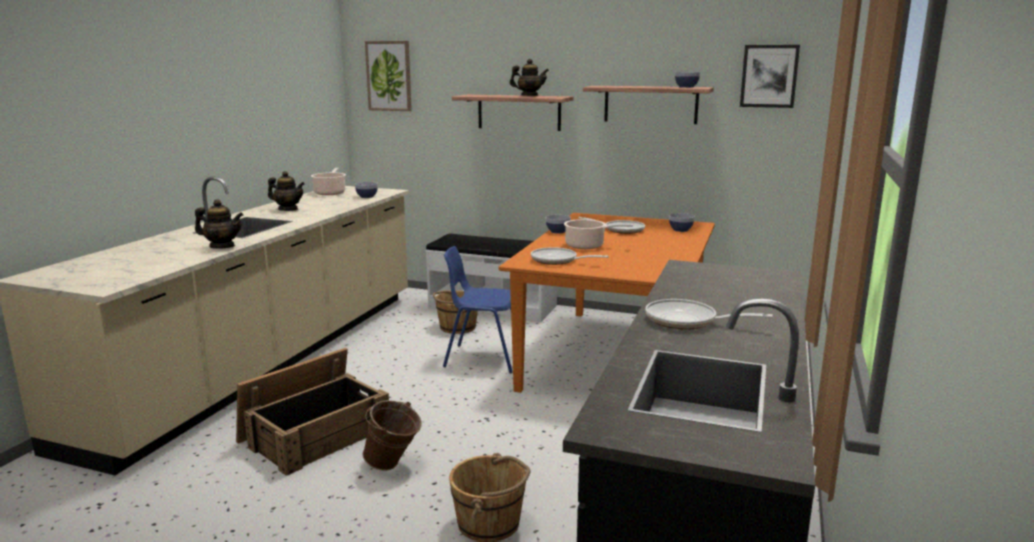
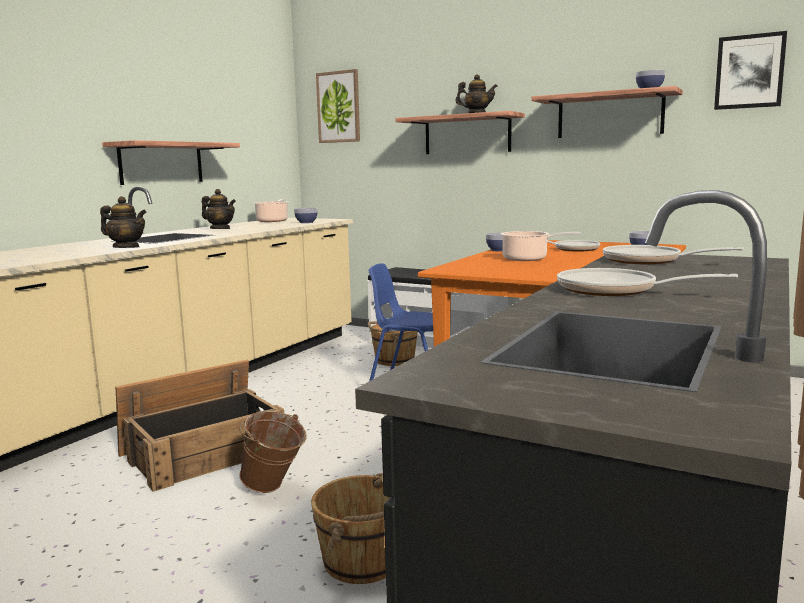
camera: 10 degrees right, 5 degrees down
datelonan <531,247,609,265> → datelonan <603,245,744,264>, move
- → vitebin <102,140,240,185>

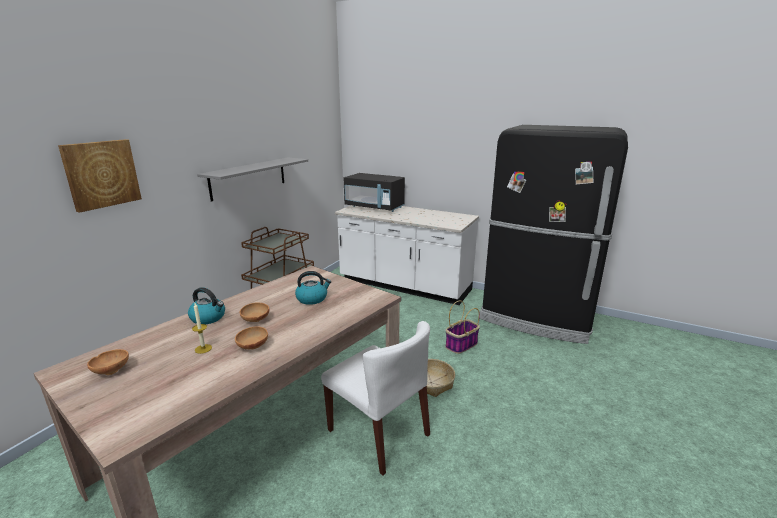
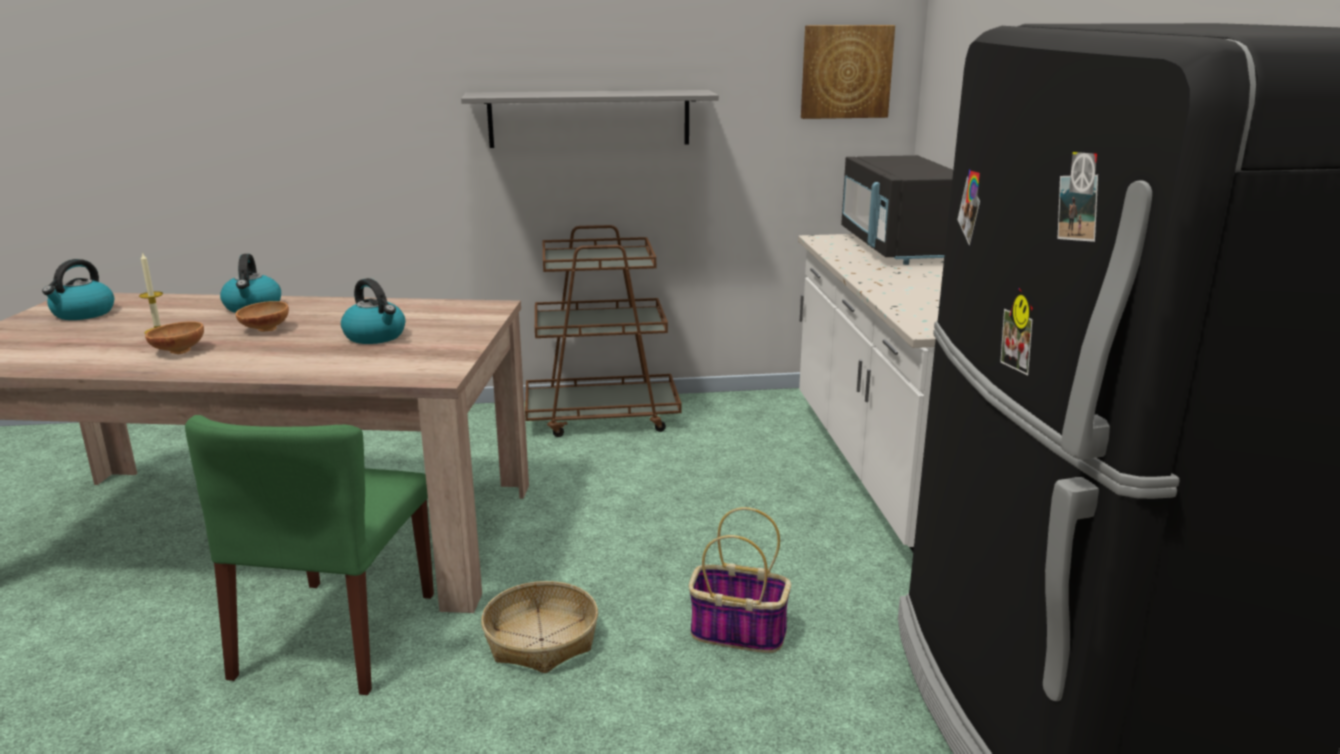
camera: 55 degrees right, 0 degrees up
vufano <58,139,142,213> → vufano <801,25,895,119>, move
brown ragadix <87,349,129,375> → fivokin <42,259,114,320>
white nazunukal <321,321,430,476> → green nazunukal <185,415,434,695>

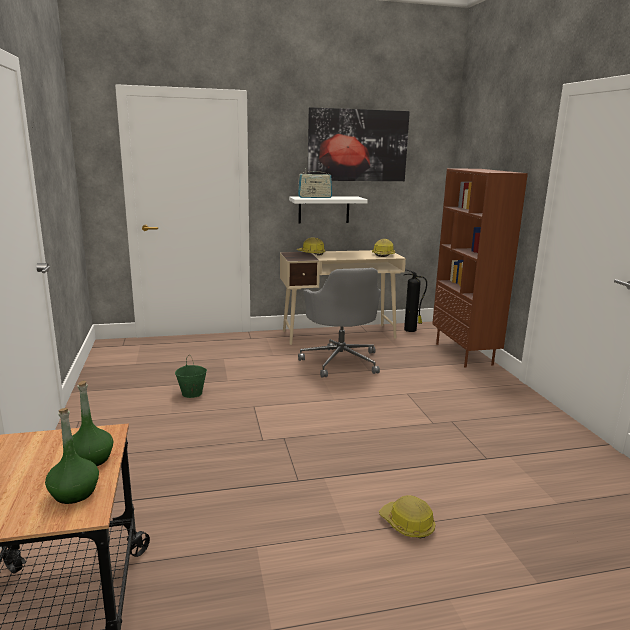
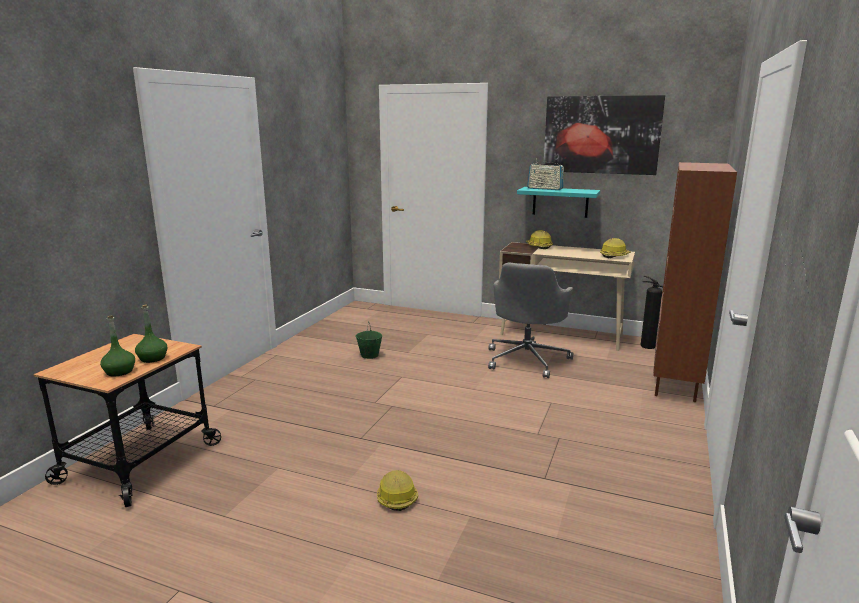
camera: 35 degrees right, 0 degrees up
white vitebin <289,197,368,223> → turquoise vitebin <517,187,600,218>

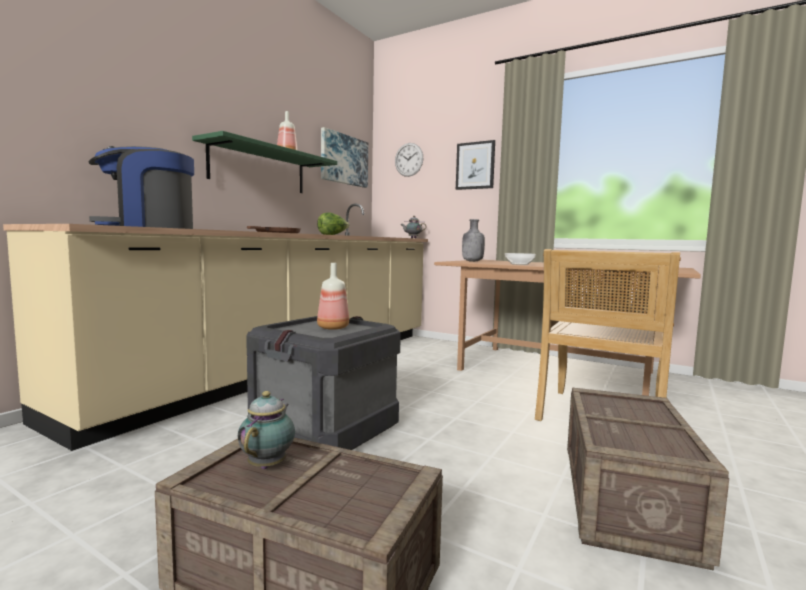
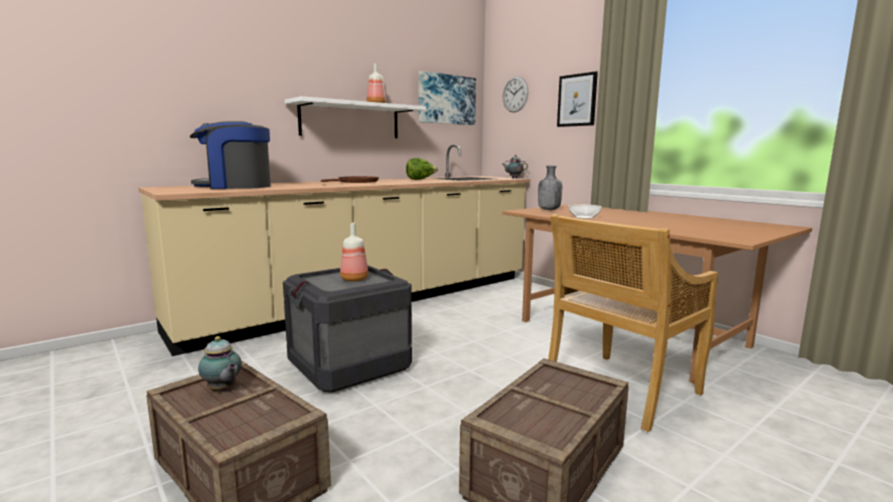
camera: 20 degrees right, 5 degrees up
green vitebin <192,131,337,193> → white vitebin <285,96,426,138>
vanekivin <238,391,295,469> → vanekivin <198,336,242,390>, 105 degrees clockwise

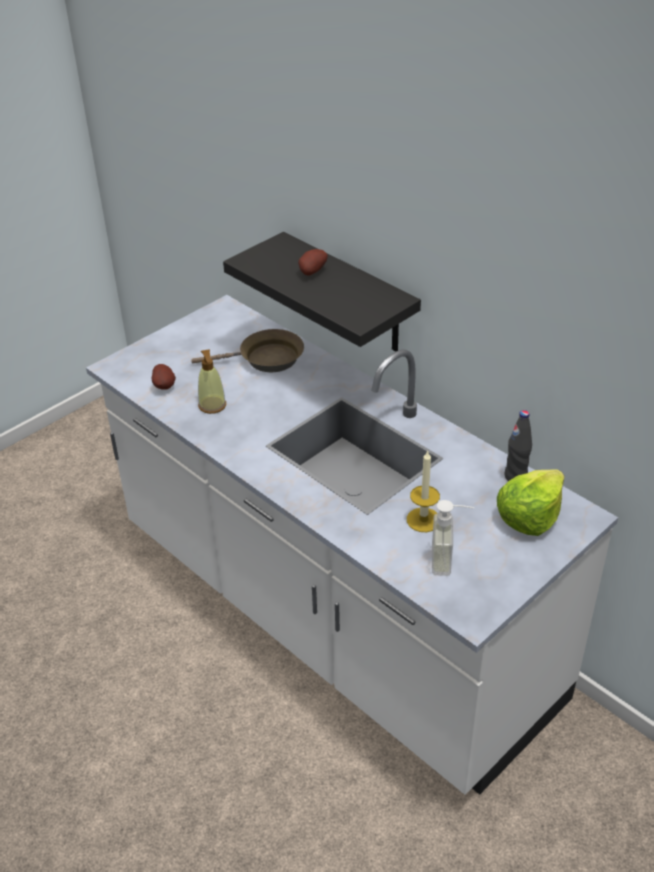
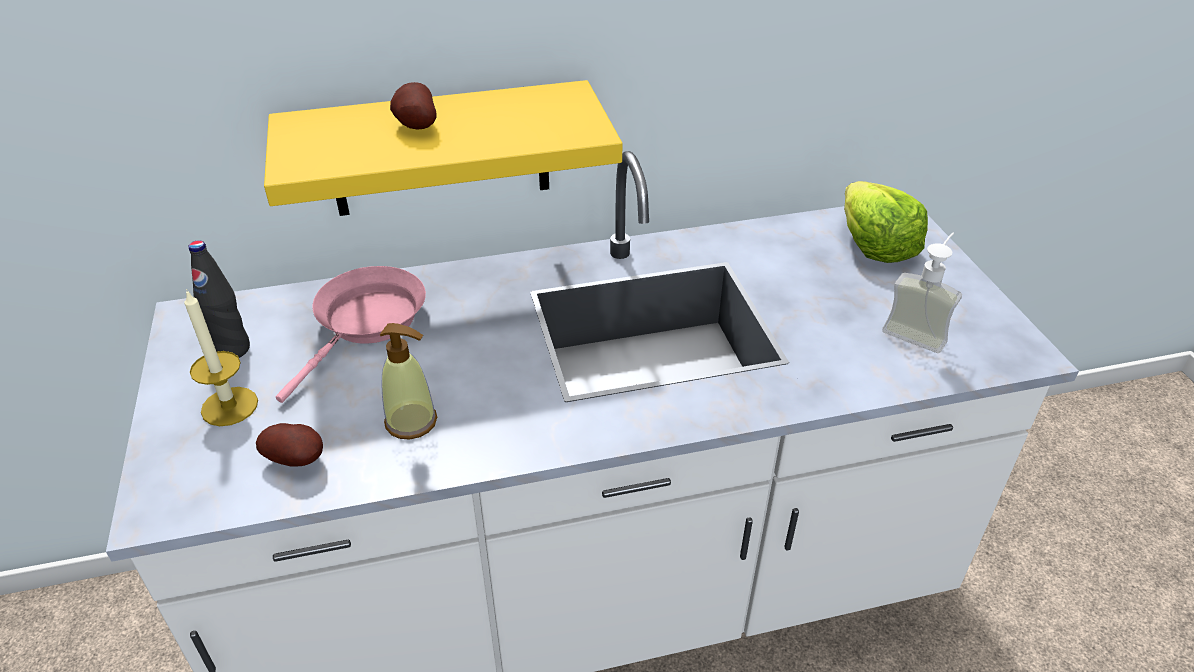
camera: 60 degrees left, 0 degrees up
brown datelonan <191,329,304,372> → pink datelonan <276,266,426,403>
black vitebin <223,232,421,351> → yellow vitebin <264,80,623,216>
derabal <407,451,440,532> → derabal <184,289,258,426>, move
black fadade <504,410,532,481> → black fadade <188,240,250,358>, move

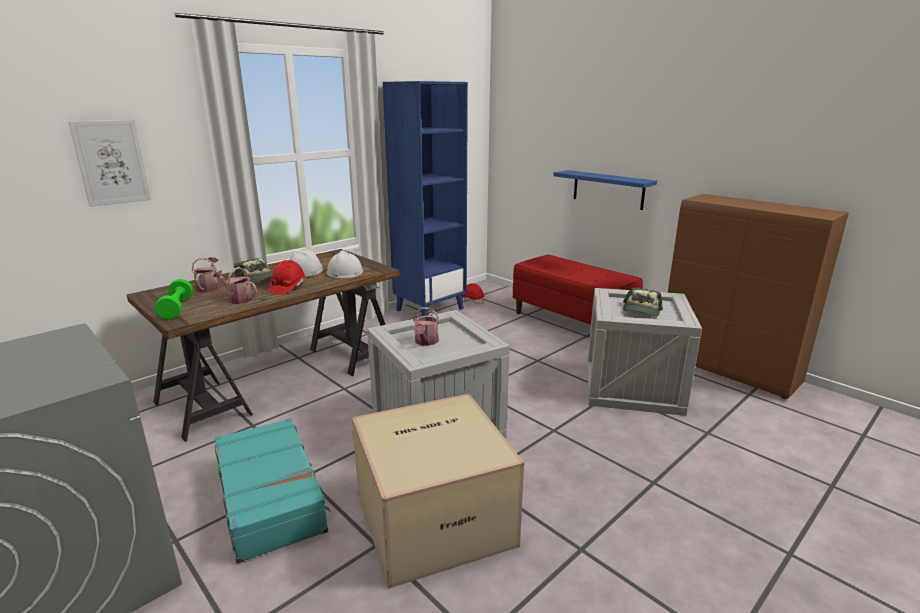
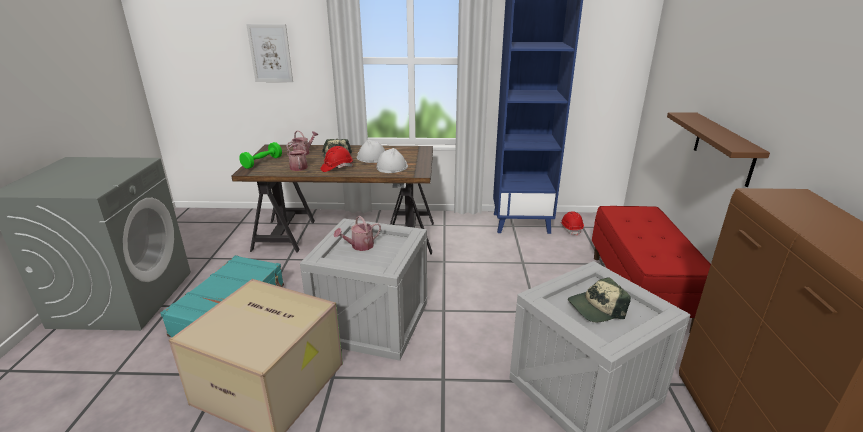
camera: 45 degrees right, 5 degrees up
blue vitebin <553,170,657,210> → brown vitebin <667,112,770,187>

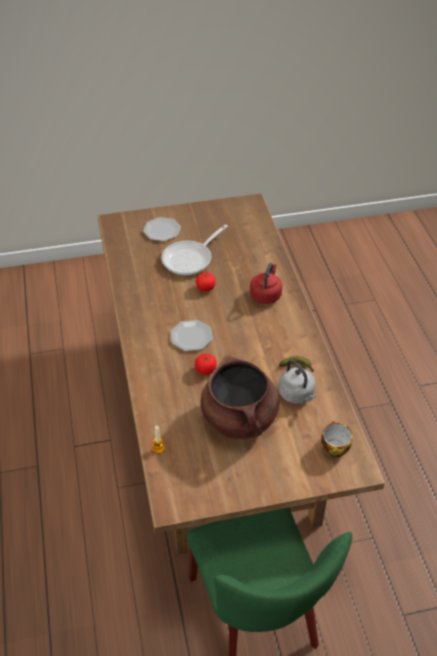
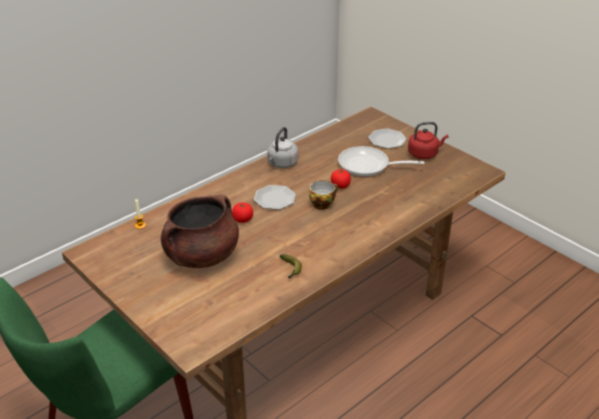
camera: 60 degrees right, 10 degrees down
red fivokin <250,263,282,304> → red fivokin <408,122,449,159>, move
grey fivokin <279,360,316,404> → grey fivokin <267,127,298,168>, move
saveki <321,421,352,457> → saveki <309,180,338,210>, move

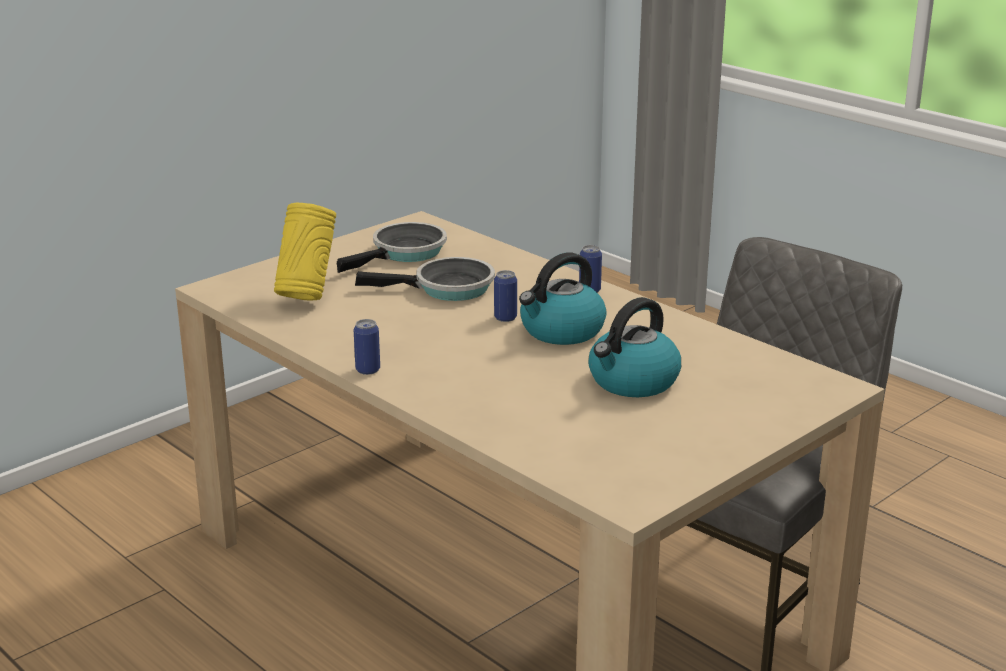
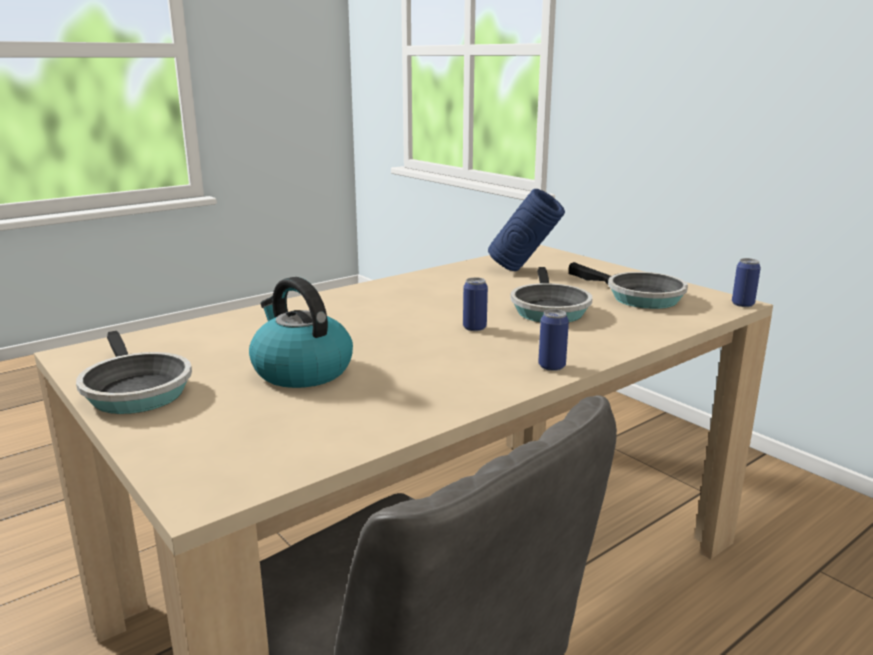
camera: 95 degrees right, 5 degrees down
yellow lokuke <274,203,336,301> → blue lokuke <488,189,565,271>
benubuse <354,319,380,375> → benubuse <732,258,761,307>, move
fivokin <519,252,607,345> → -
- → datelonan <76,331,192,414>

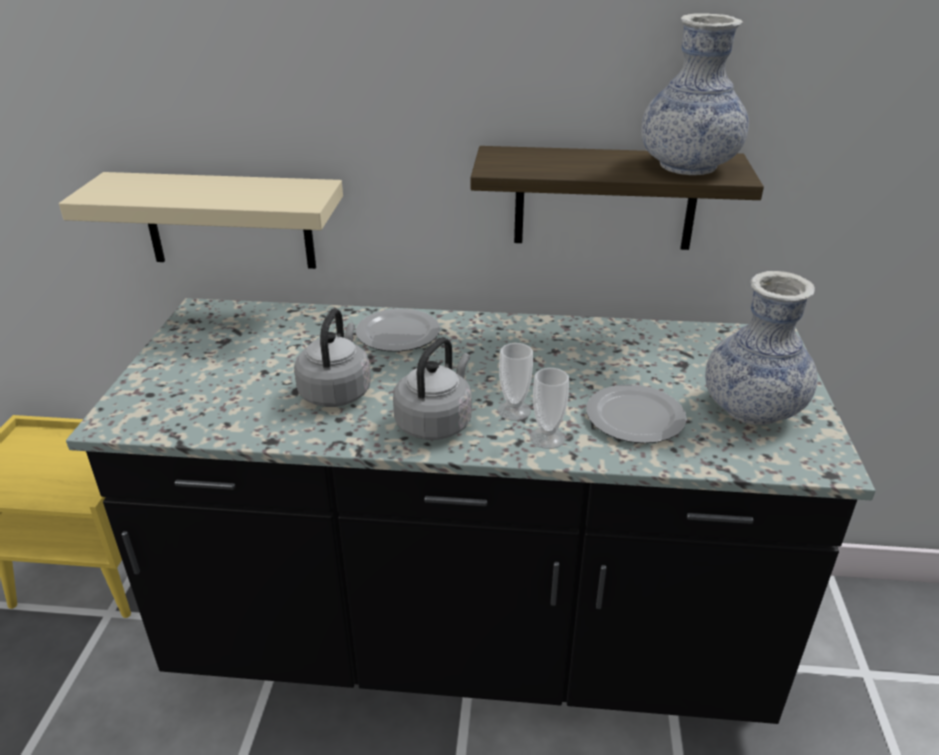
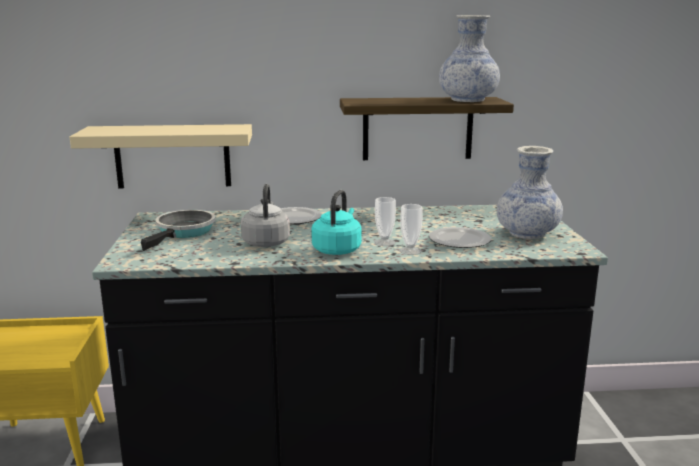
camera: 10 degrees left, 15 degrees down
grey fivokin <393,337,472,440> → turquoise fivokin <311,190,362,255>
- → datelonan <141,210,216,251>

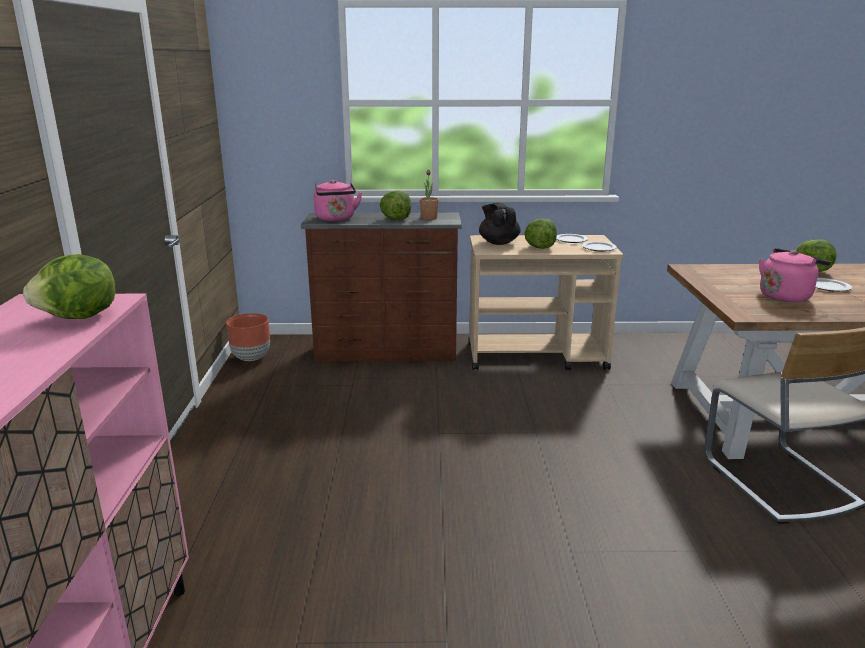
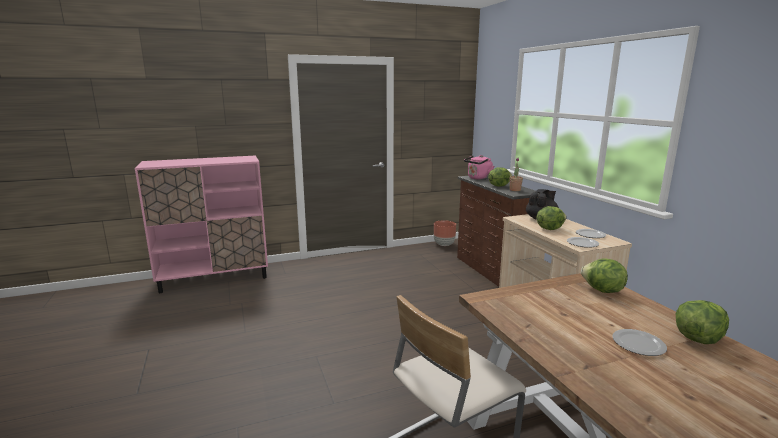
camera: 70 degrees right, 5 degrees down
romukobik <23,254,116,319> → romukobik <581,258,628,293>, move
pink fivokin <759,248,831,302> → -

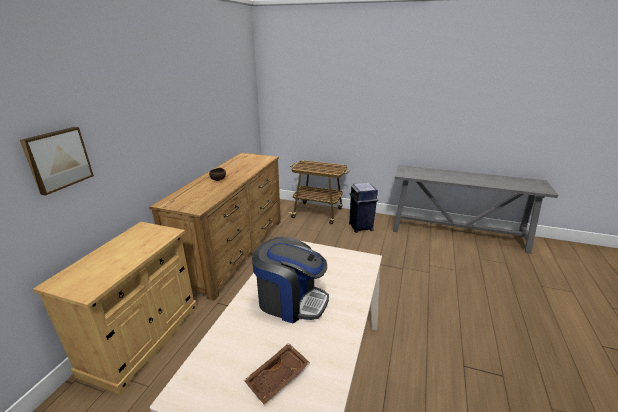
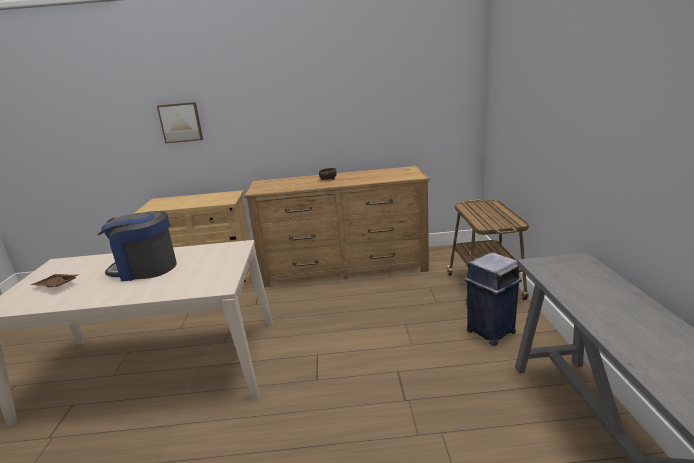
camera: 70 degrees right, 5 degrees down
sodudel <252,237,329,324> → sodudel <98,211,177,281>, 90 degrees clockwise

